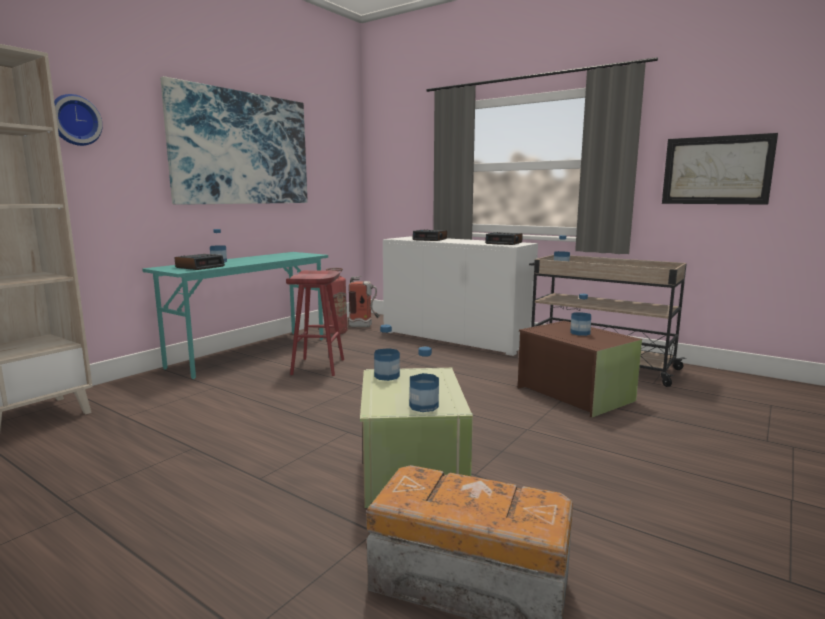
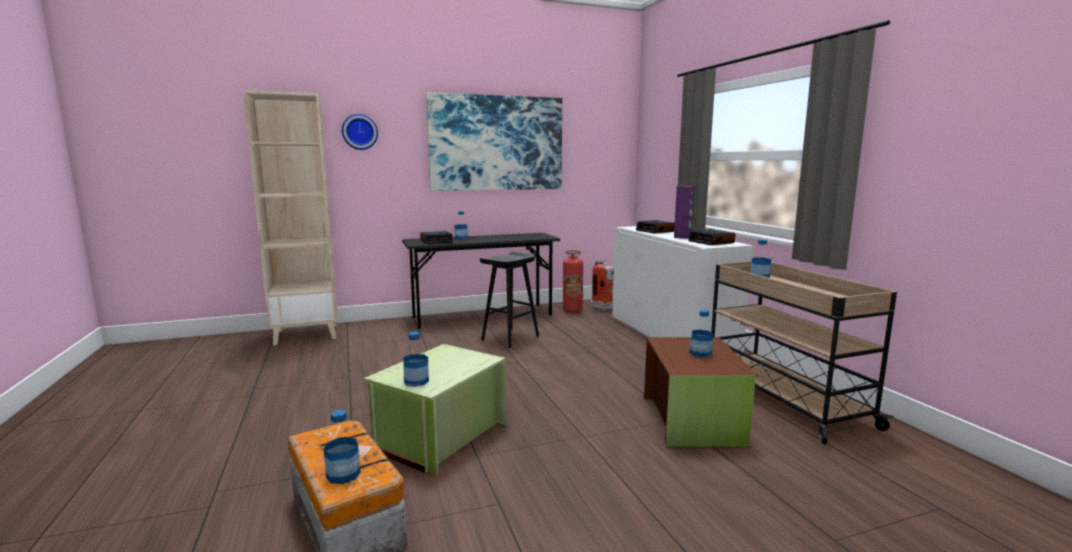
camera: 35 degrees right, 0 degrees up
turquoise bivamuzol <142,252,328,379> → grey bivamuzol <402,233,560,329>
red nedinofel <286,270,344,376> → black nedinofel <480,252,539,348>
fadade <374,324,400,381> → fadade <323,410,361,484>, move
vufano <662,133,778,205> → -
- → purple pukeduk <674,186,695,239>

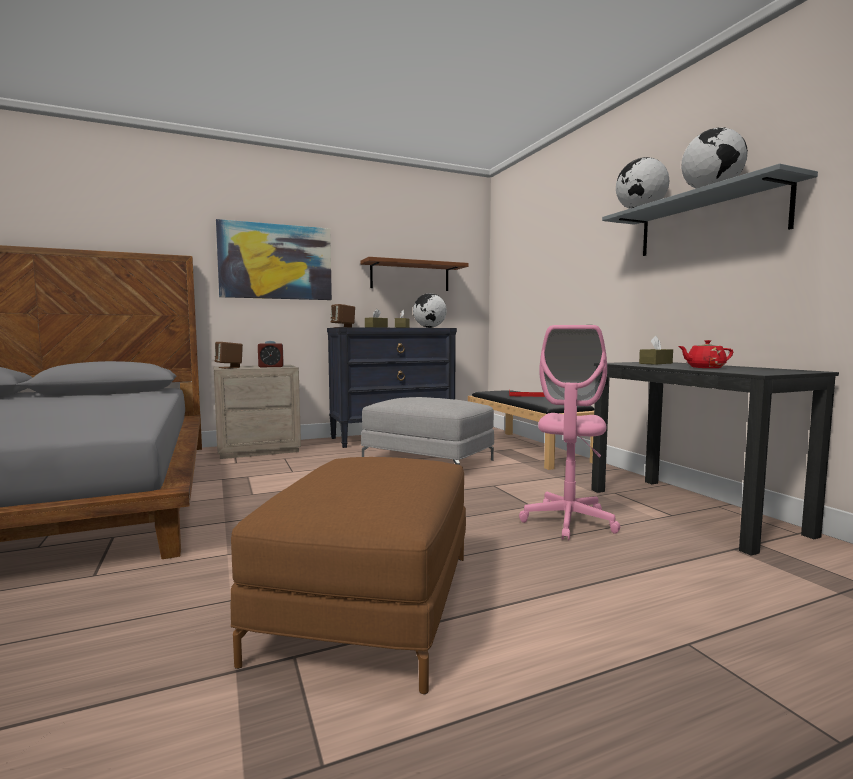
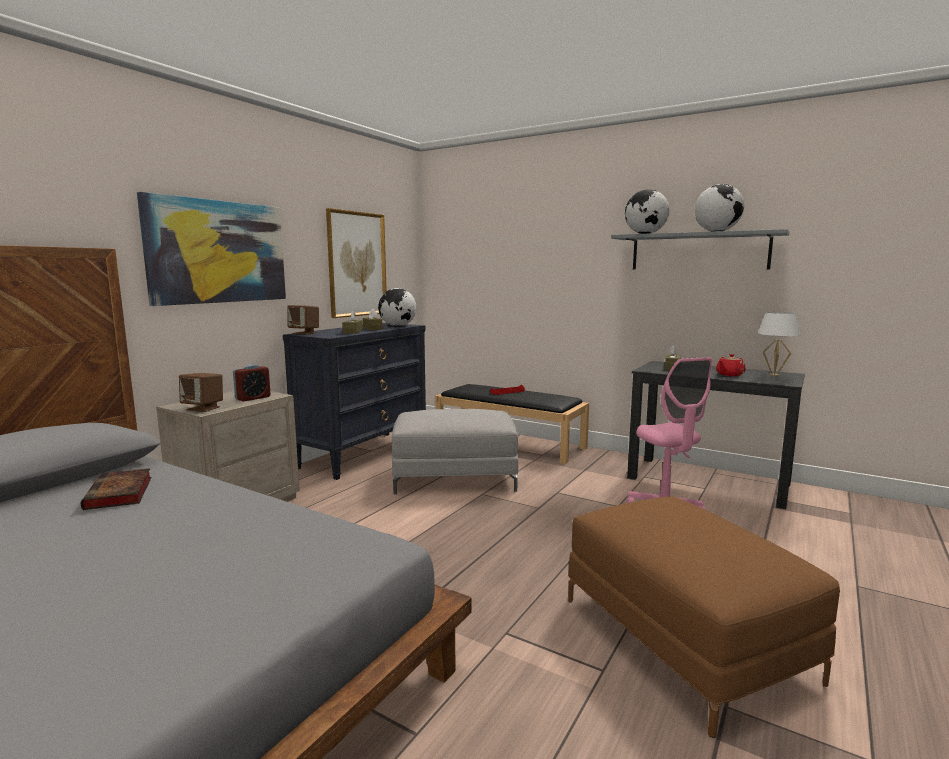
camera: 35 degrees left, 5 degrees up
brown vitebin <360,257,469,291> → vufano <326,208,387,318>
- → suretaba <81,468,152,510>
- → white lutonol <758,312,800,376>

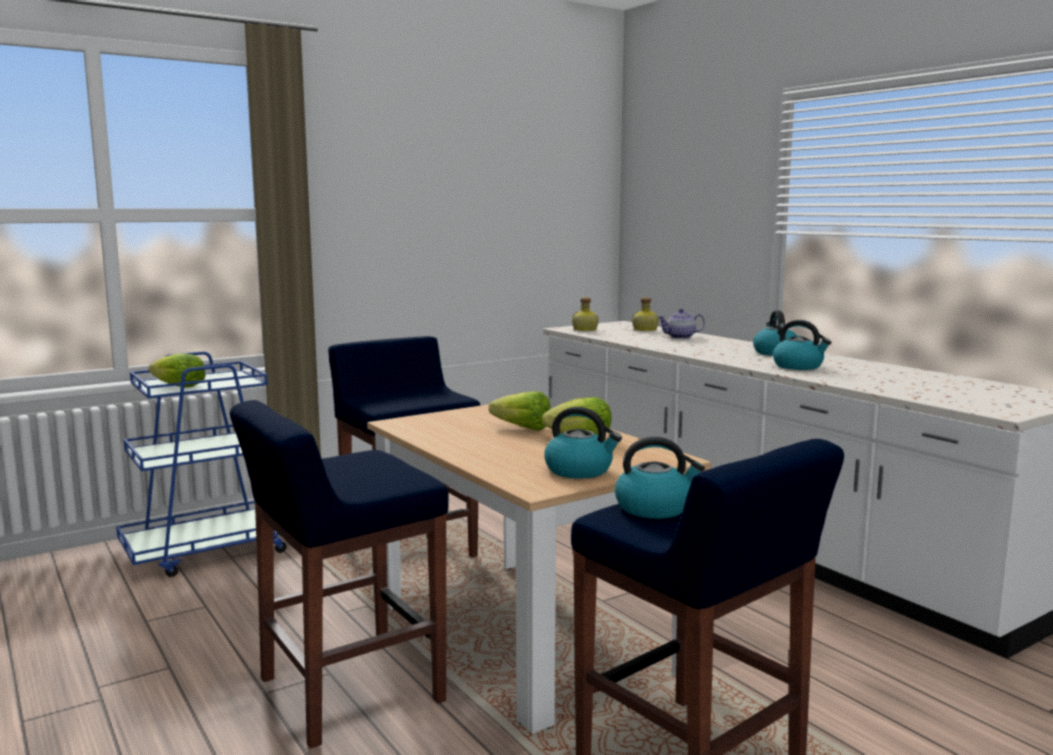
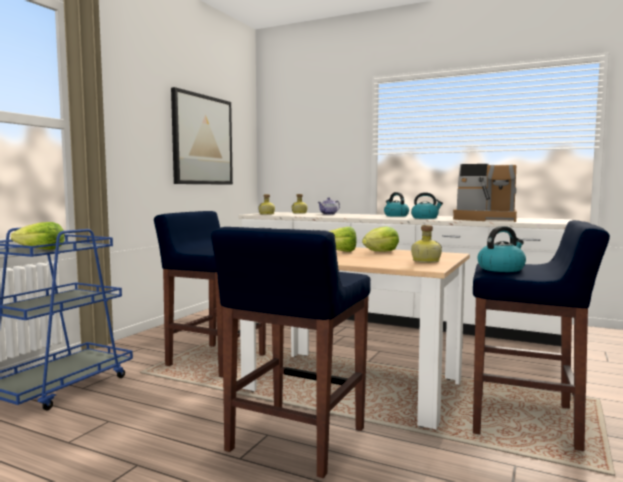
camera: 30 degrees left, 5 degrees down
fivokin <544,407,622,479> → fadade <411,225,442,263>
- → vufano <171,87,233,185>
- → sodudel <453,164,517,222>

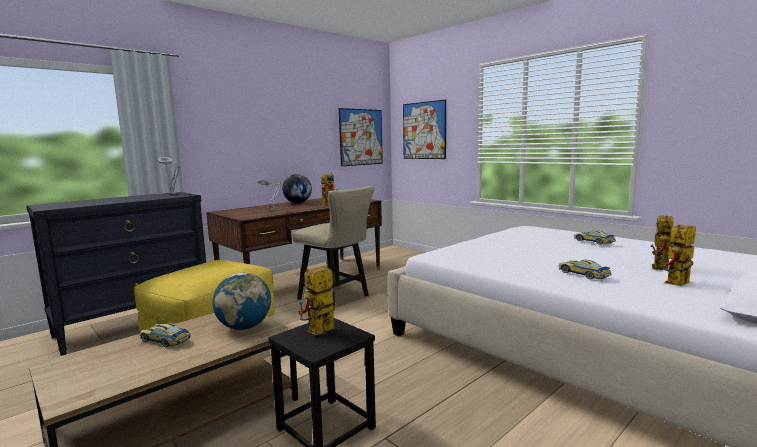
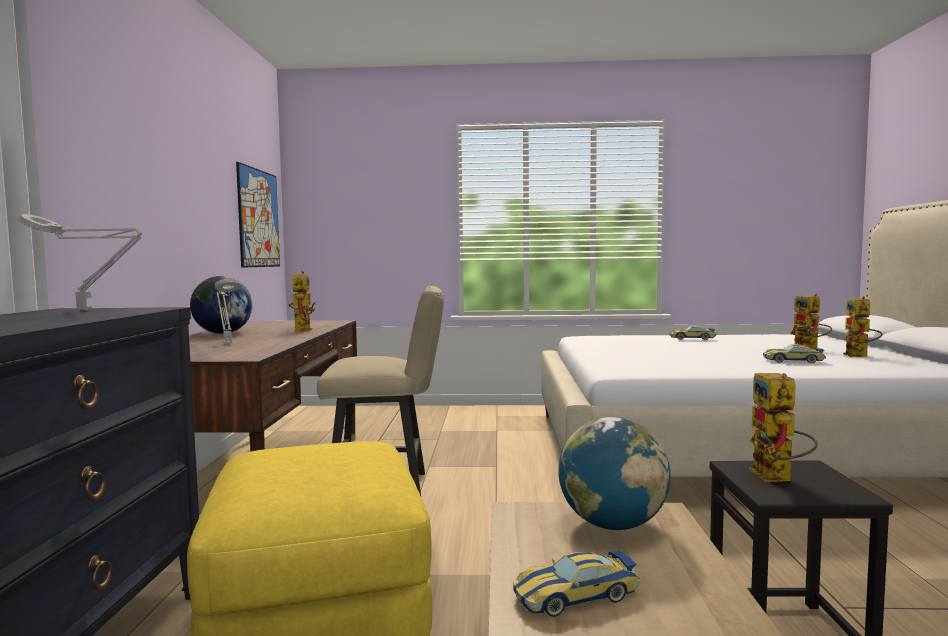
camera: 45 degrees left, 5 degrees down
vufano <403,99,446,159> → -

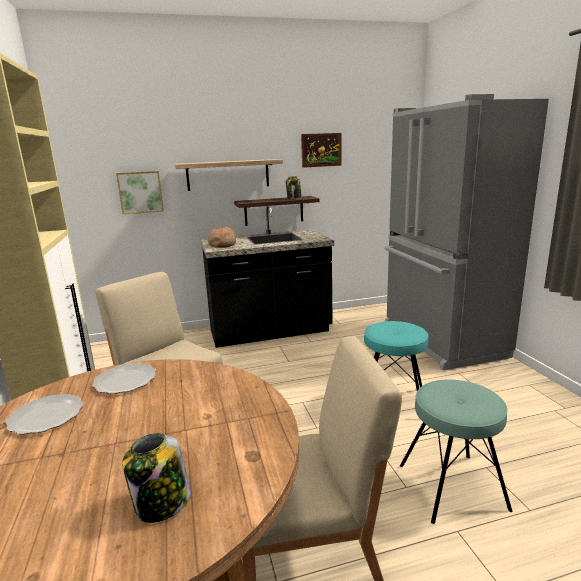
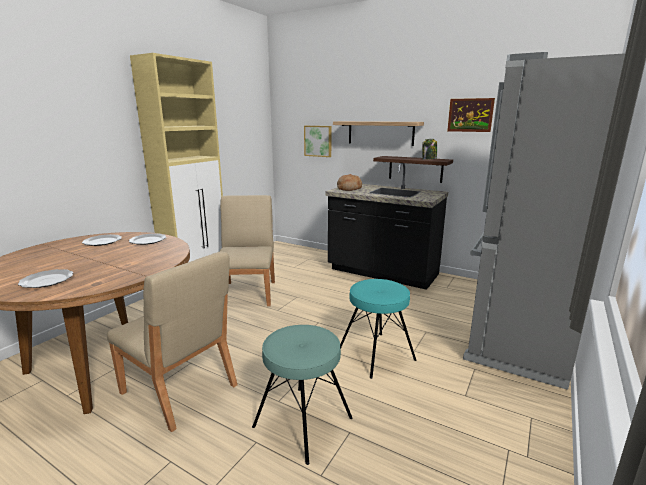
camera: 45 degrees right, 0 degrees up
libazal <122,433,191,523> → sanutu <18,269,73,288>

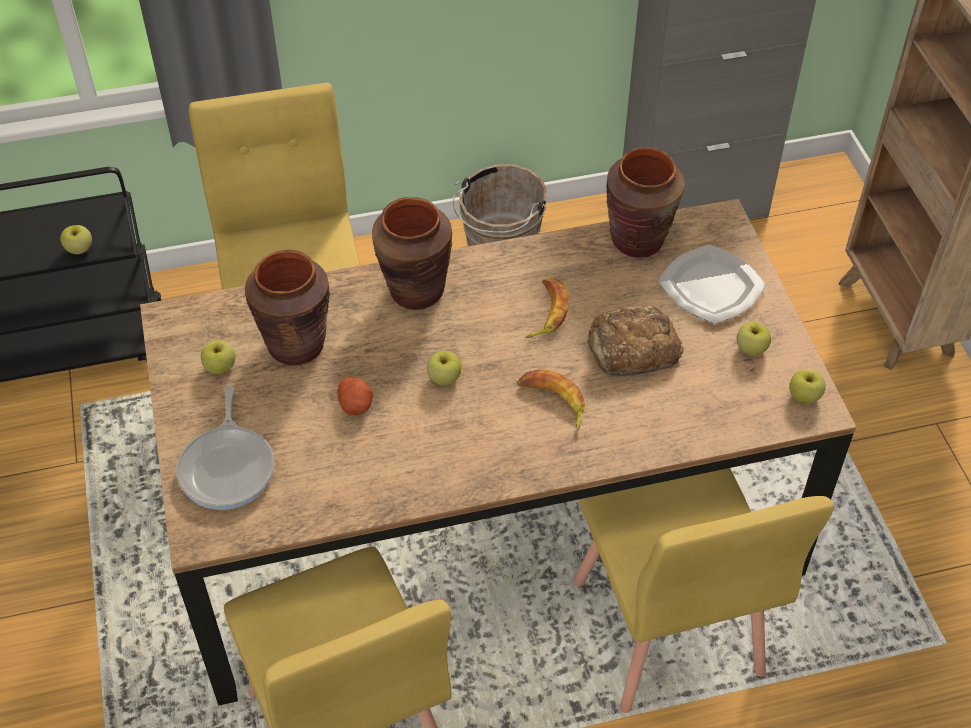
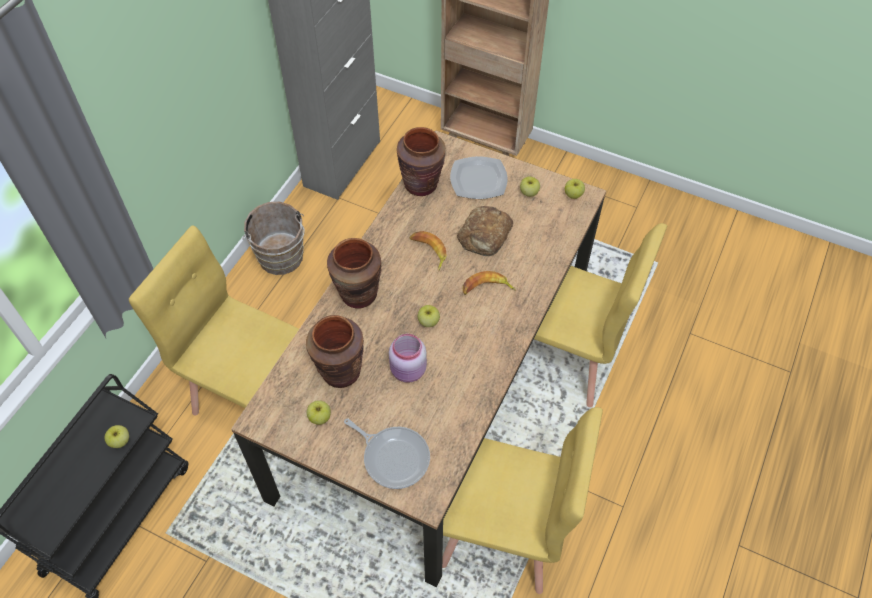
camera: 50 degrees left, 5 degrees up
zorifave <338,377,373,415> → pink libazal <389,334,427,383>

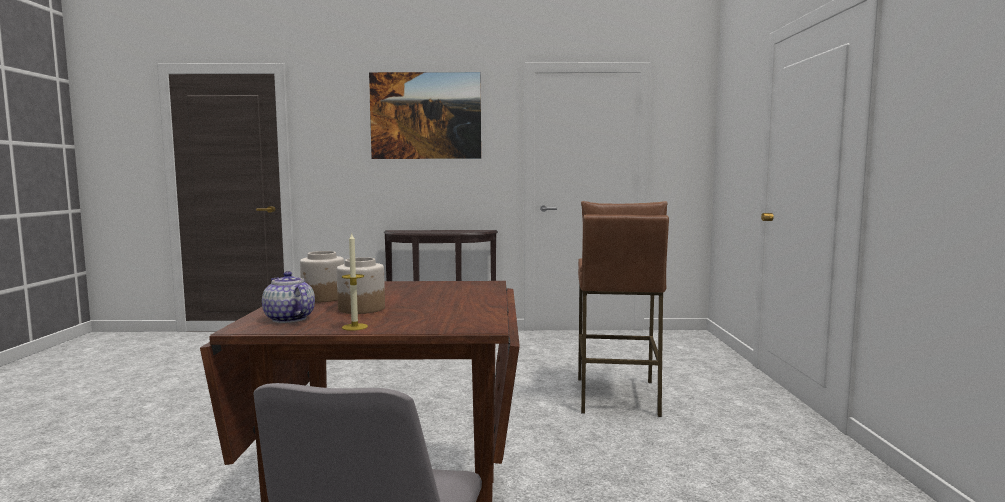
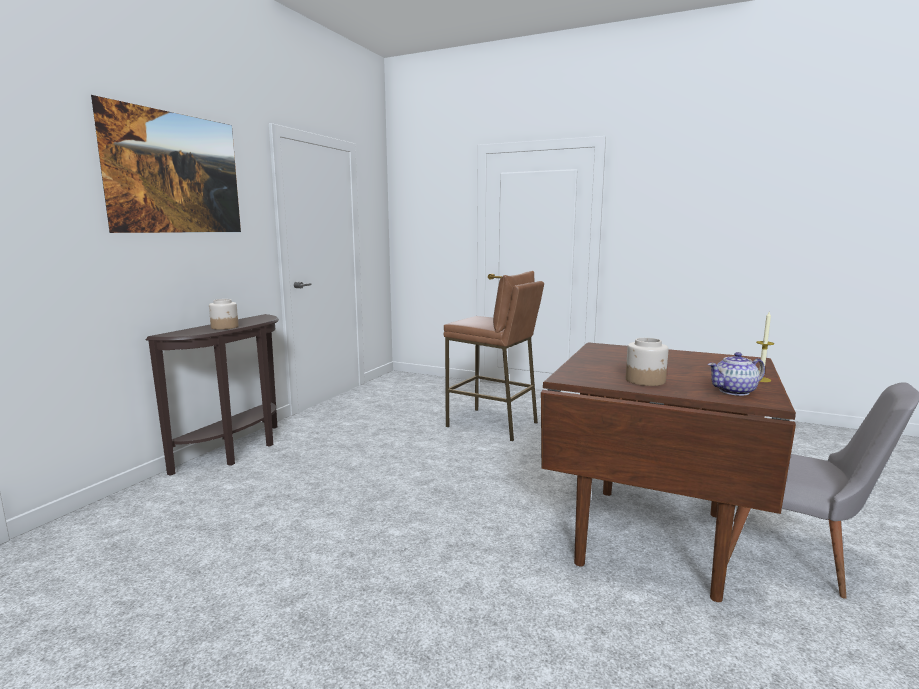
camera: 65 degrees left, 5 degrees up
libazal <337,257,385,314> → libazal <209,299,238,330>, move

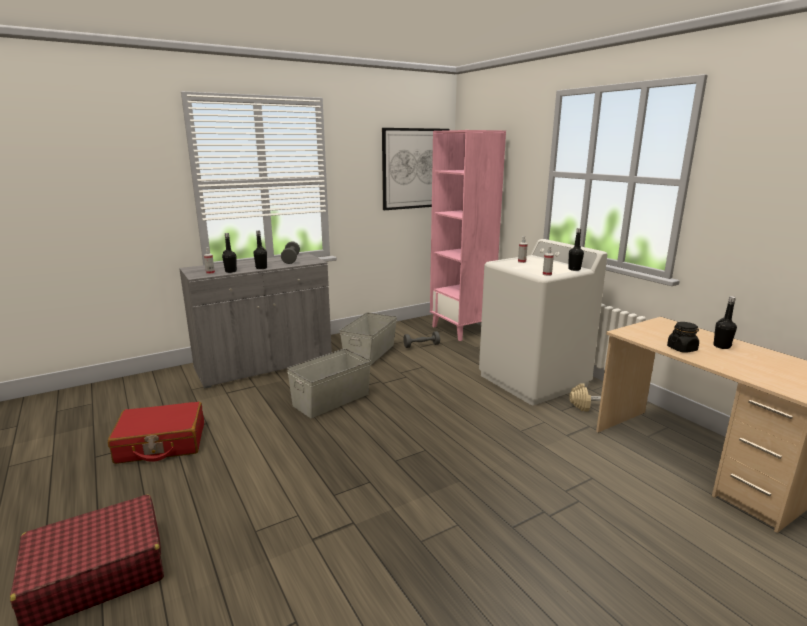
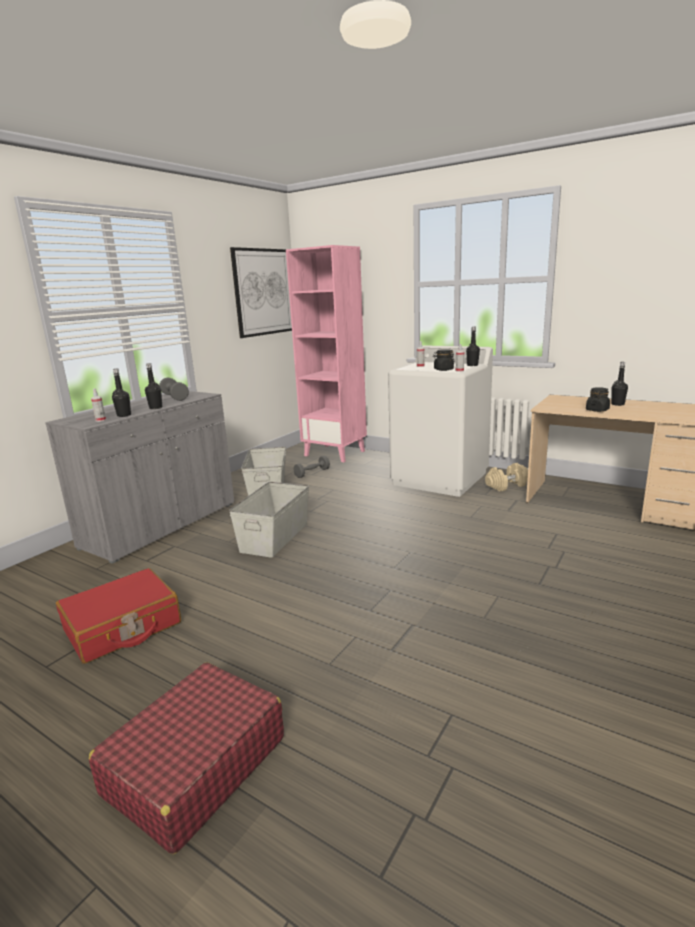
camera: 25 degrees left, 0 degrees up
- → black libazal <433,349,455,371>

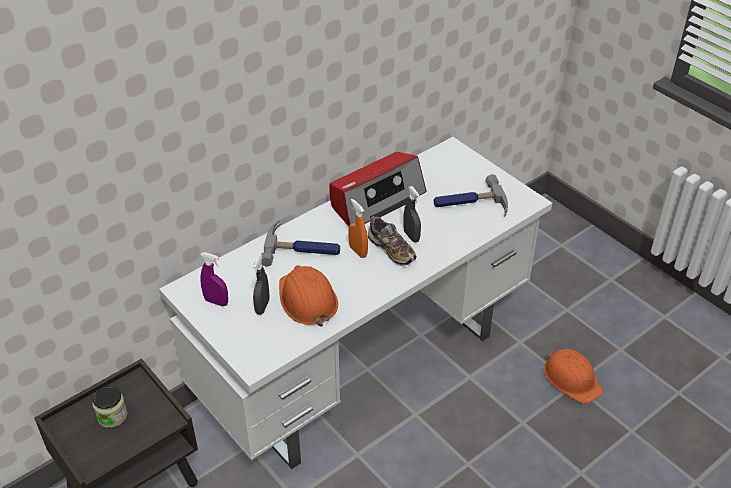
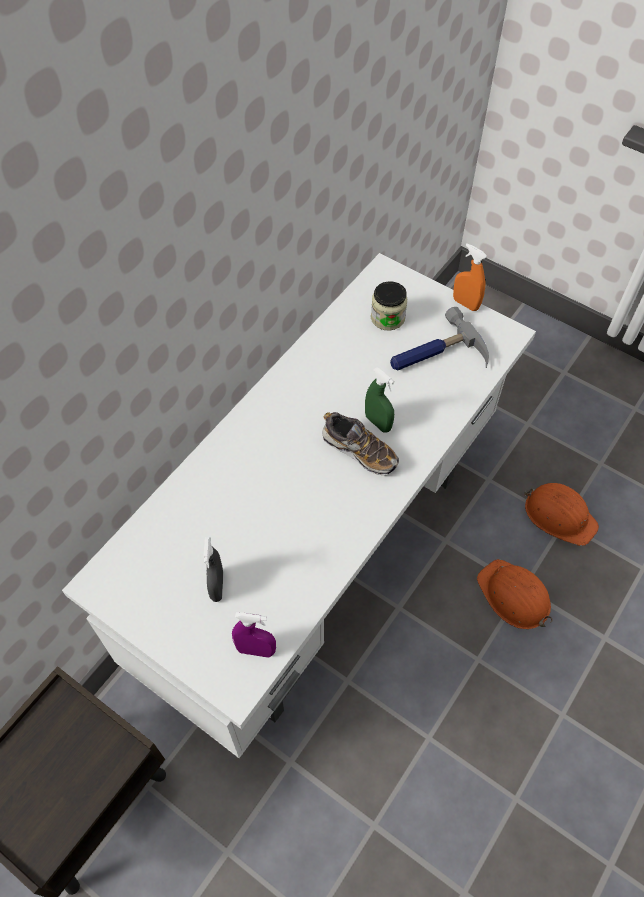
camera: 15 degrees left, 15 degrees up
libazal <92,386,128,428> → libazal <371,281,407,331>, move
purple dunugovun <200,252,228,306> → purple dunugovun <232,612,276,658>, move
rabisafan <261,220,340,267> → -
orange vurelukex <279,265,338,326> → orange vurelukex <477,559,553,629>, move
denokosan <329,152,426,226> → -
orange dunugovun <348,199,368,258> → orange dunugovun <453,243,487,311>, move
grey dunugovun <403,186,421,242> → green dunugovun <365,367,395,433>

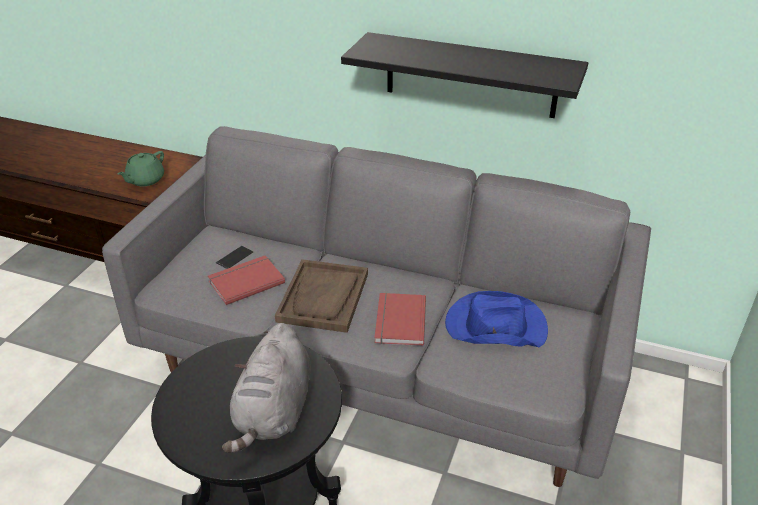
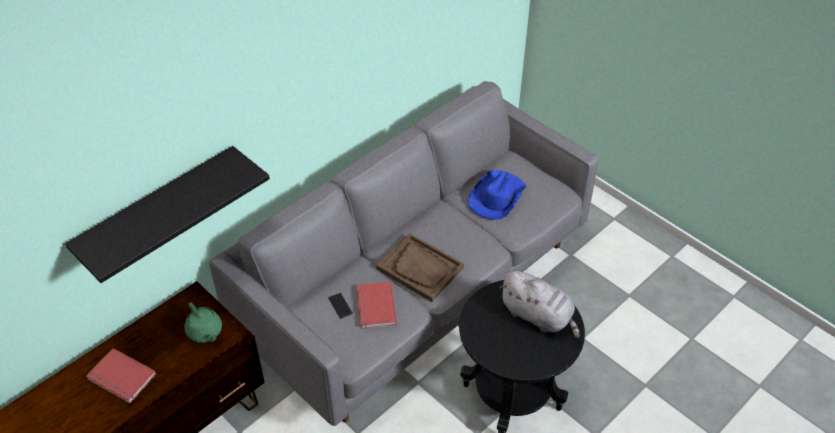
camera: 65 degrees left, 10 degrees up
black vitebin <341,32,588,118> → black vitebin <65,146,270,283>, move
red suretaba <374,293,426,346> → red suretaba <86,348,156,403>, move

